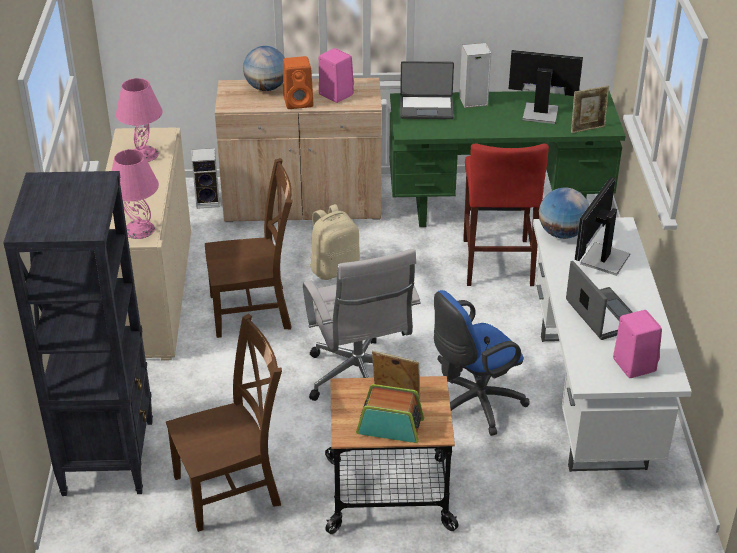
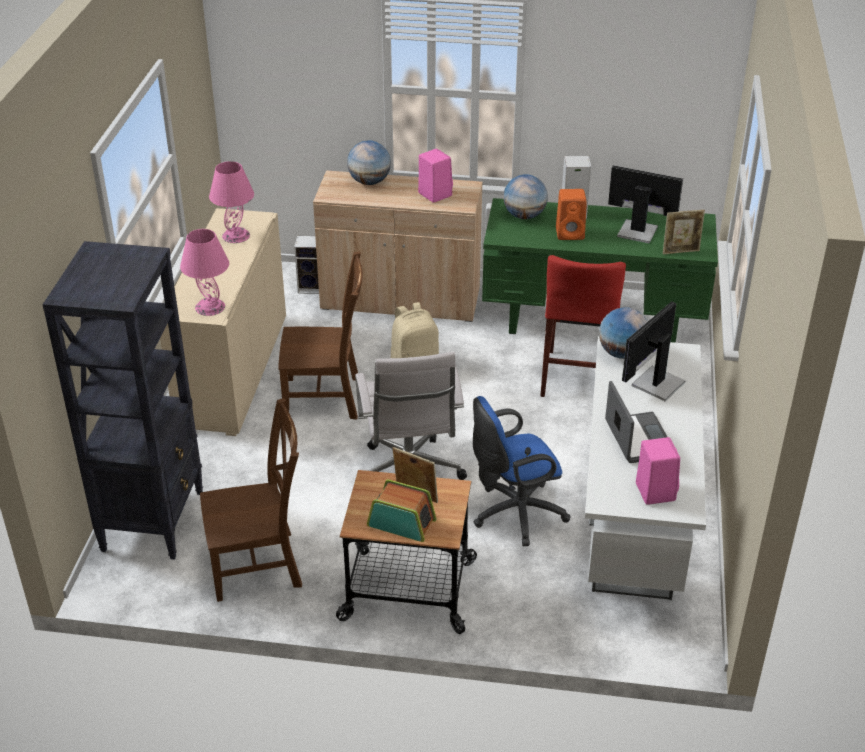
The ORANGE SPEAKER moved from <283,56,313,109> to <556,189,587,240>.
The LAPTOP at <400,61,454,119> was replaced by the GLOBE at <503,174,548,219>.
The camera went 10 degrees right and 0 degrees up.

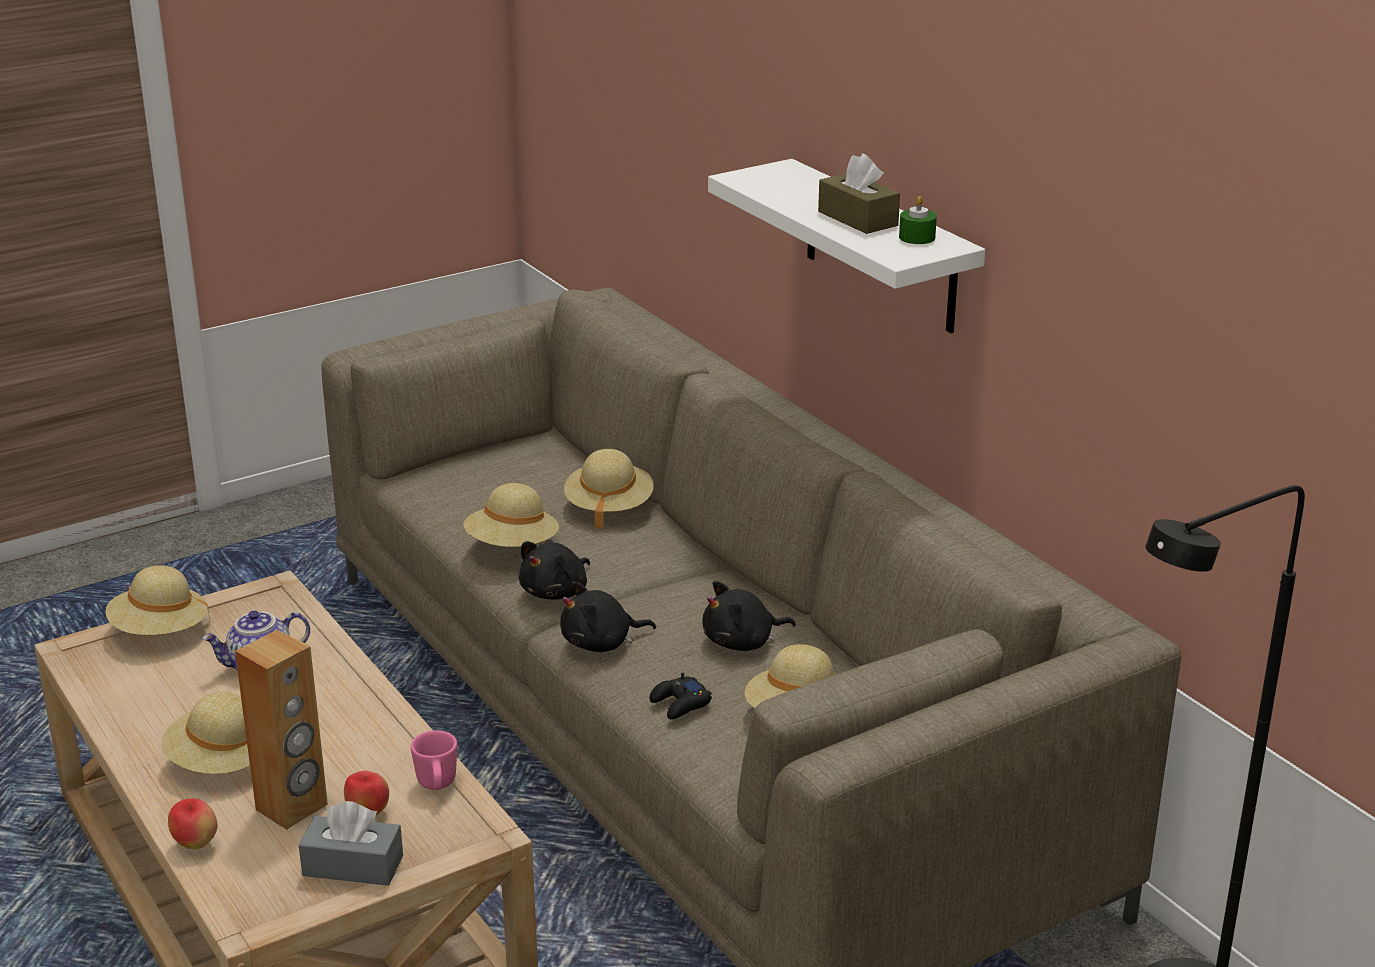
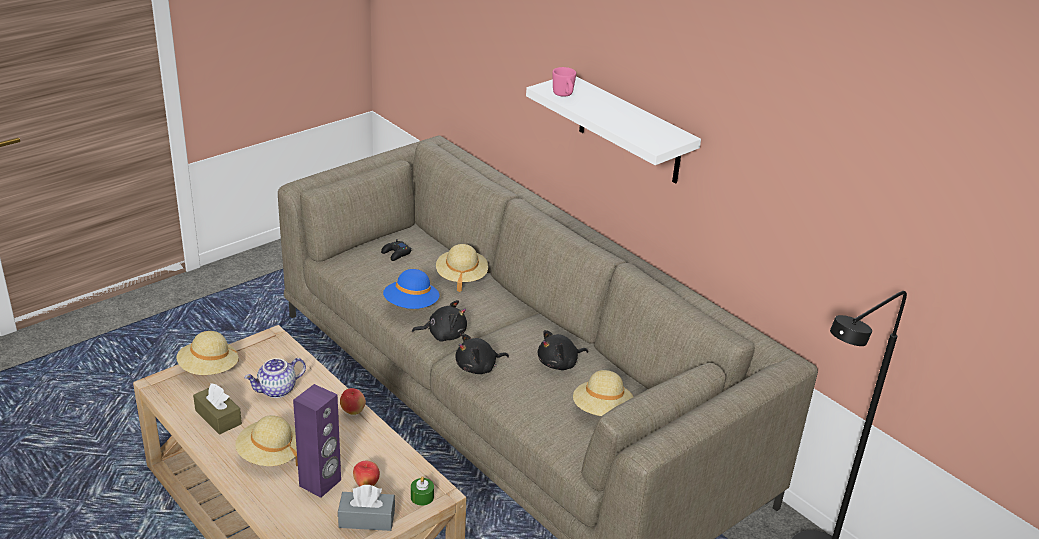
The APPLE moved from <168,798,217,849> to <340,388,366,415>.
The PINK MUG moved from <411,730,457,790> to <552,67,576,97>.
The BLACK GAME CONTROLLER moved from <650,673,712,720> to <381,239,412,261>.
The BROWN TISSUE BOX moved from <818,153,900,234> to <193,383,242,435>.
The GREEN CANDLE moved from <899,196,937,244> to <411,476,434,506>.
The BROWN SPEAKER at <235,630,328,830> became the PURPLE SPEAKER at <293,384,341,498>.
The BEIGE HAT at <464,483,559,547> became the BLUE HAT at <383,269,440,309>.
The BLACK PLUSH TOY at <519,541,590,600> turned 120 degrees counterclockwise.
The camera went 10 degrees left and 5 degrees up.

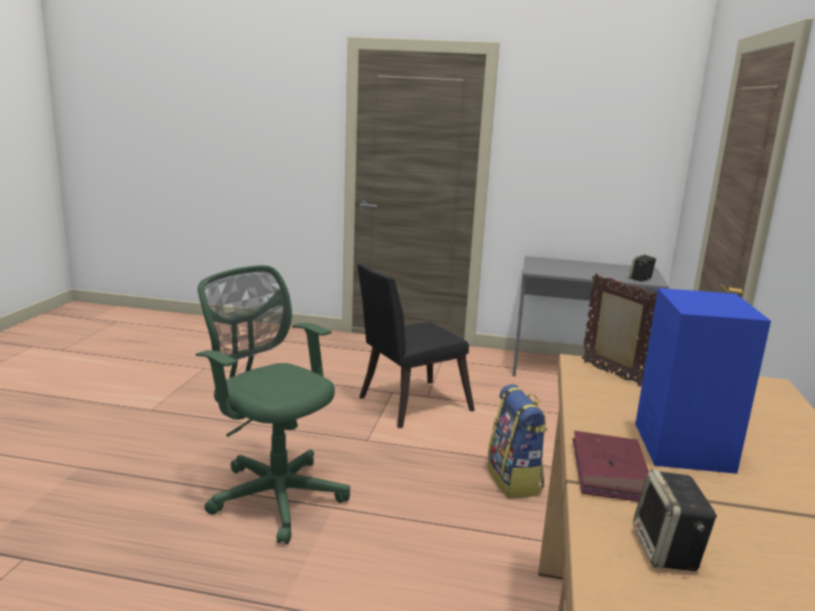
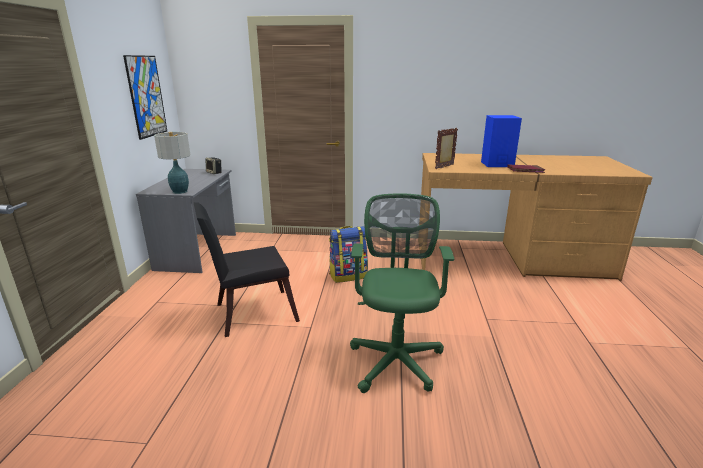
The SPEAKER at <633,469,717,571> disappeared.
The PICTURE at <123,55,167,140> appeared.
The TABLE LAMP at <154,132,190,194> appeared.
The GREEN OFFICE CHAIR at <196,265,350,544> turned 150 degrees clockwise.
The BLACK CHAIR at <357,264,475,428> turned 105 degrees clockwise.
The camera went 95 degrees left and 5 degrees up.

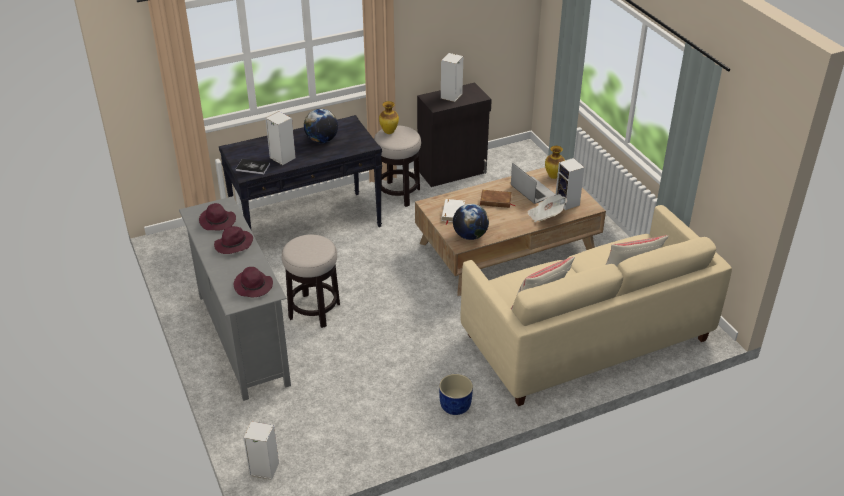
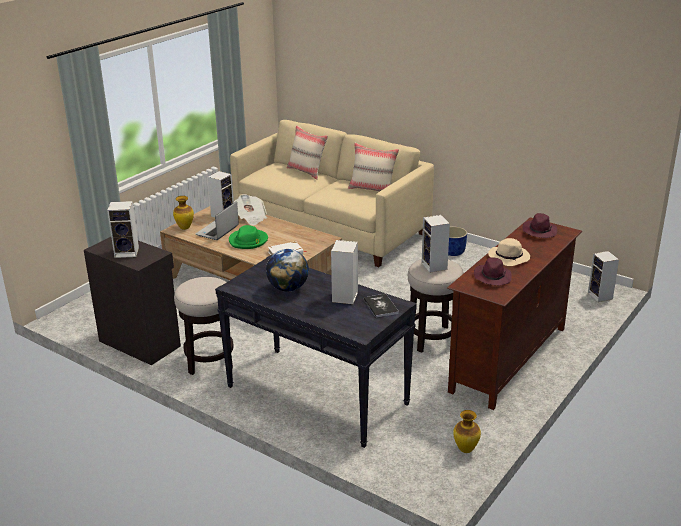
The GLOBE at <453,204,489,240> disappeared.
The SPEAKER at <422,215,450,273> appeared.
The VASE moved from <379,101,399,134> to <453,410,481,453>.
The BROWN BOOK at <480,190,516,208> was replaced by the GREEN HAT at <229,225,268,249>.
The GREY TV STAND at <179,196,291,401> became the BROWN TV STAND at <447,217,582,410>.
The PURPLE HAT at <214,226,253,254> became the BEIGE HAT at <488,238,530,266>.
The camera went 120 degrees left and 10 degrees down.

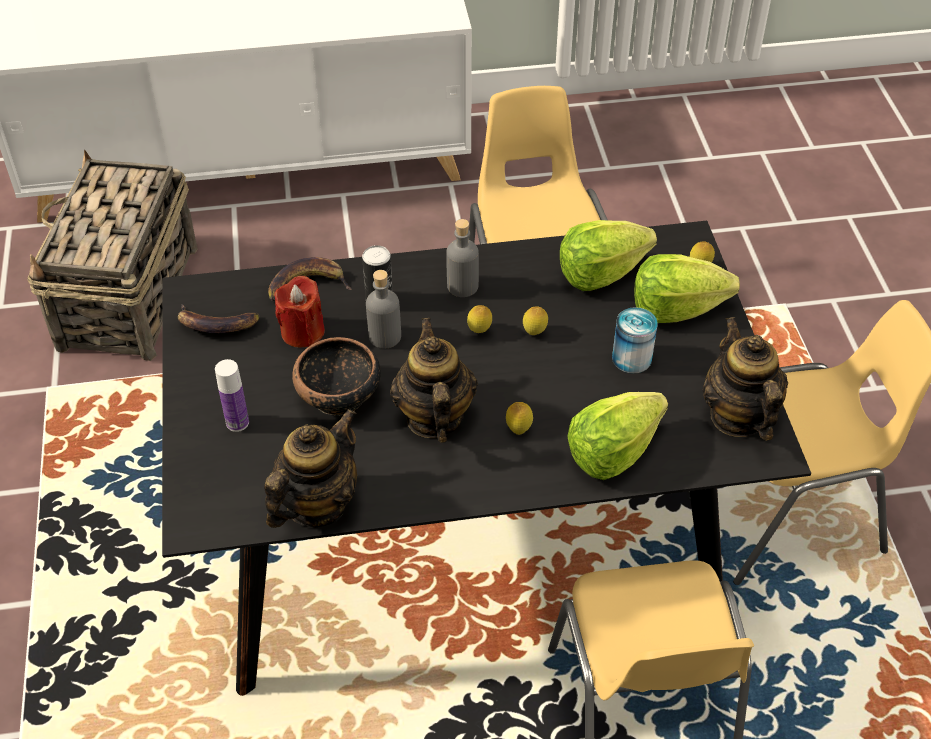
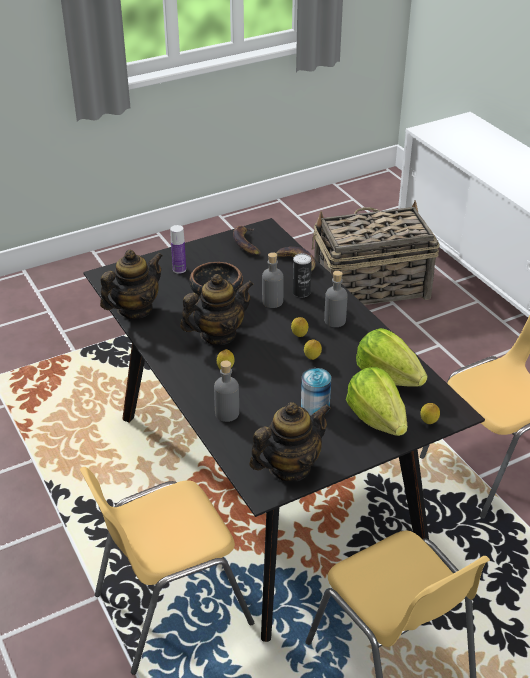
The RED CANDLE at <274,276,325,348> disappeared.
The LETTUCE at <567,392,668,480> was replaced by the GREY BOTTLE at <214,361,239,422>.
The TEAPOT at <264,409,357,528> turned 60 degrees counterclockwise.
The camera went 70 degrees right and 10 degrees down.

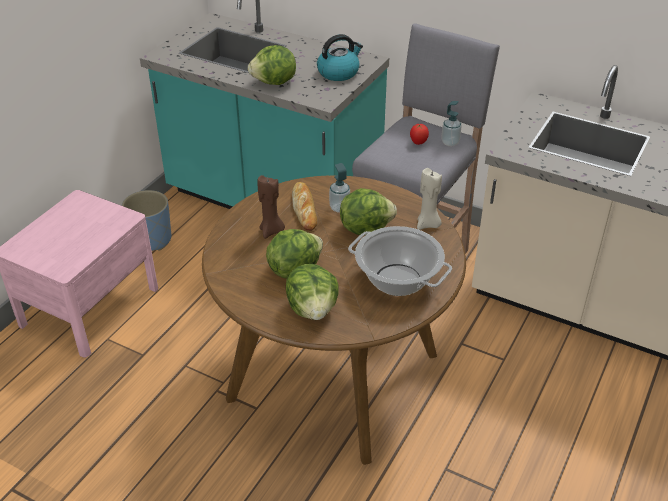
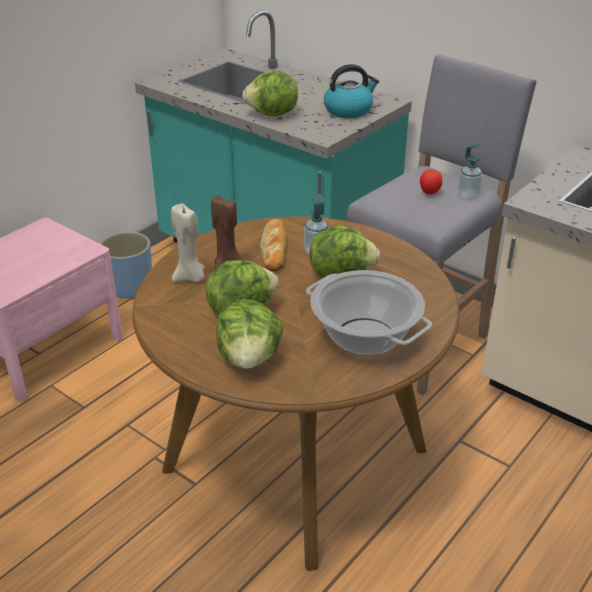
The BEIGE CANDLE moved from <417,168,442,230> to <171,204,205,282>.
The camera went 10 degrees right and 5 degrees down.

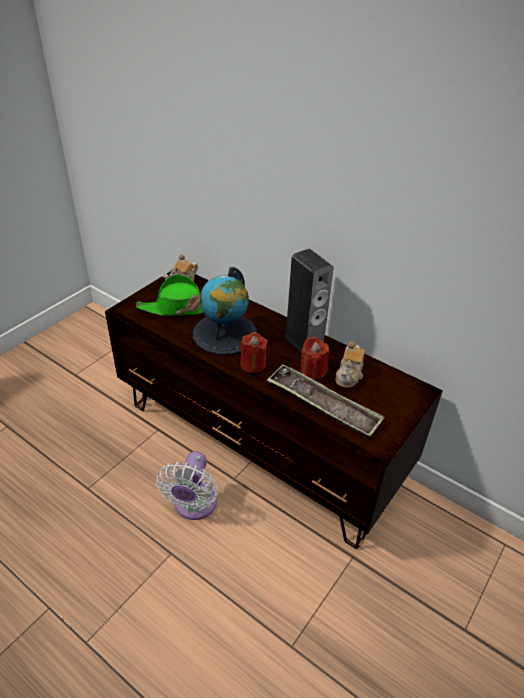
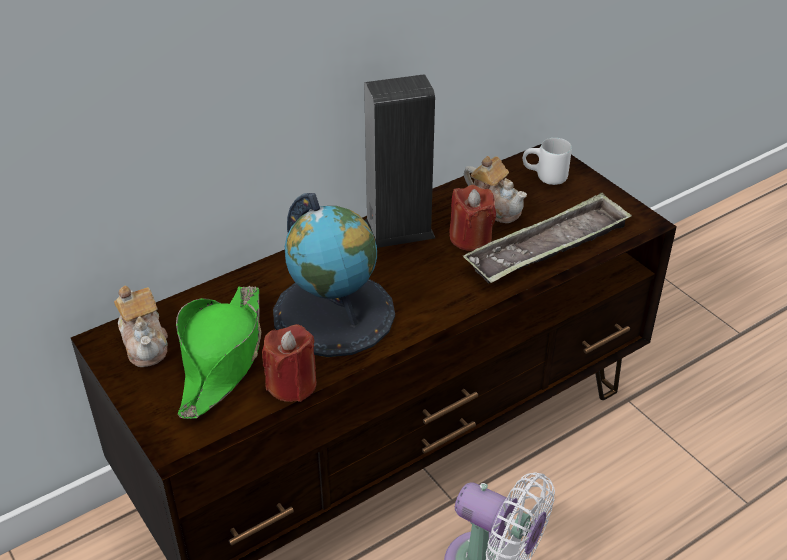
The WHITE MUG at <523,138,572,185> appeared.
The RED CANDLE moved from <240,332,268,373> to <262,324,317,402>.
The camera went 70 degrees left and 0 degrees up.

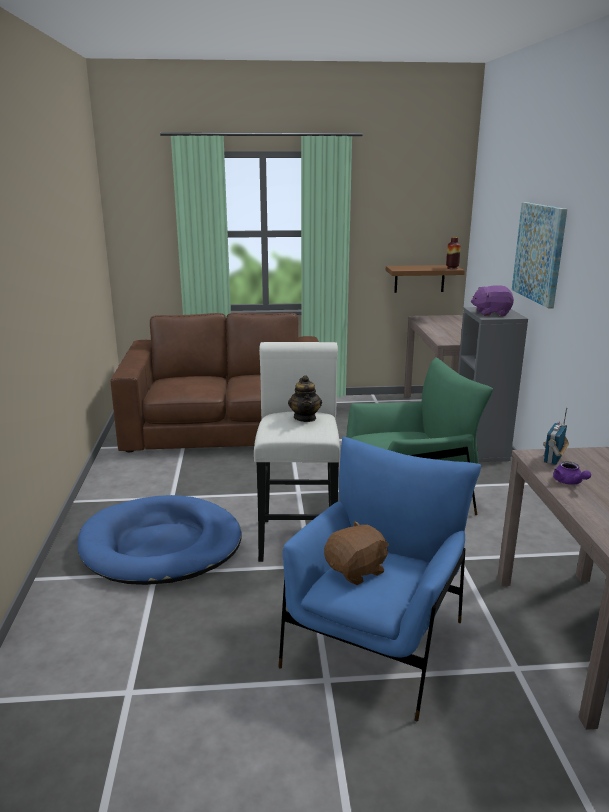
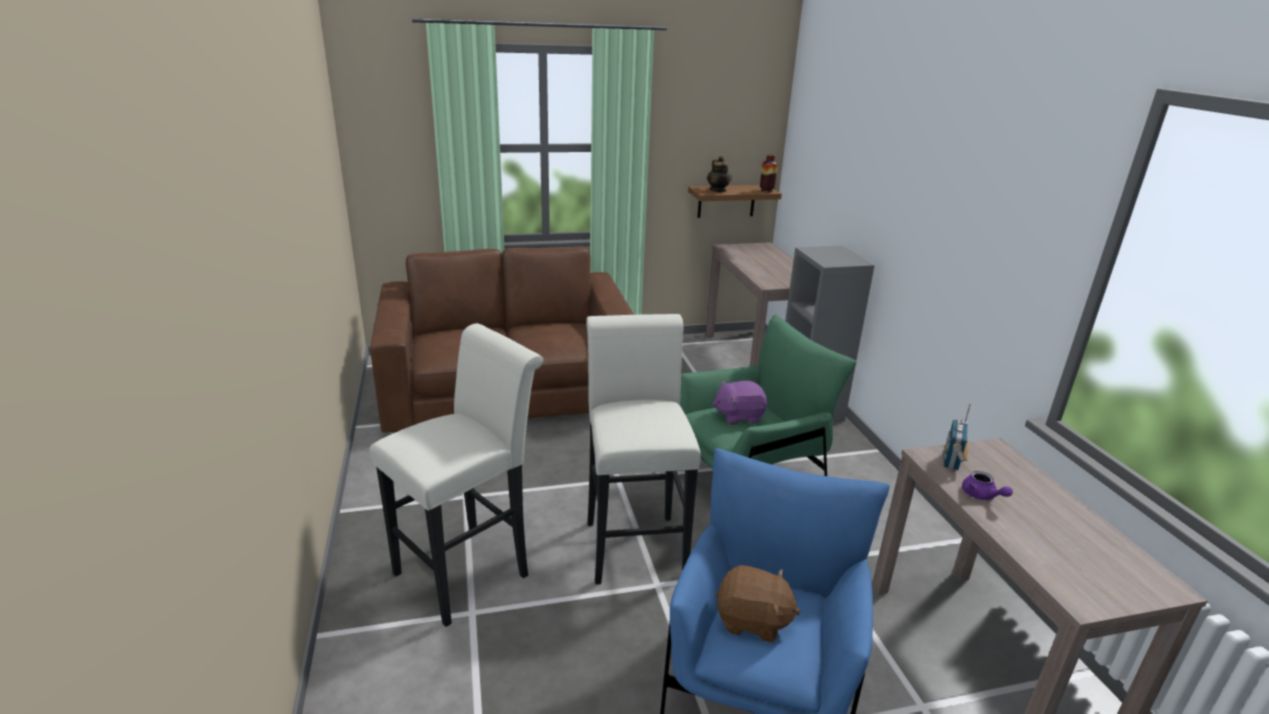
The PICTURE at <512,202,567,308> disappeared.
The TEAPOT moved from <288,375,322,422> to <707,156,732,192>.
The PURPLE PLUSH TOY moved from <471,285,514,316> to <712,380,767,425>.
The BLUE DOG BED at <77,495,241,585> was replaced by the WHITE STOOL at <369,323,543,627>.
The BROWN PLUSH TOY at <324,521,389,585> turned 60 degrees clockwise.
The camera went 10 degrees left and 5 degrees up.

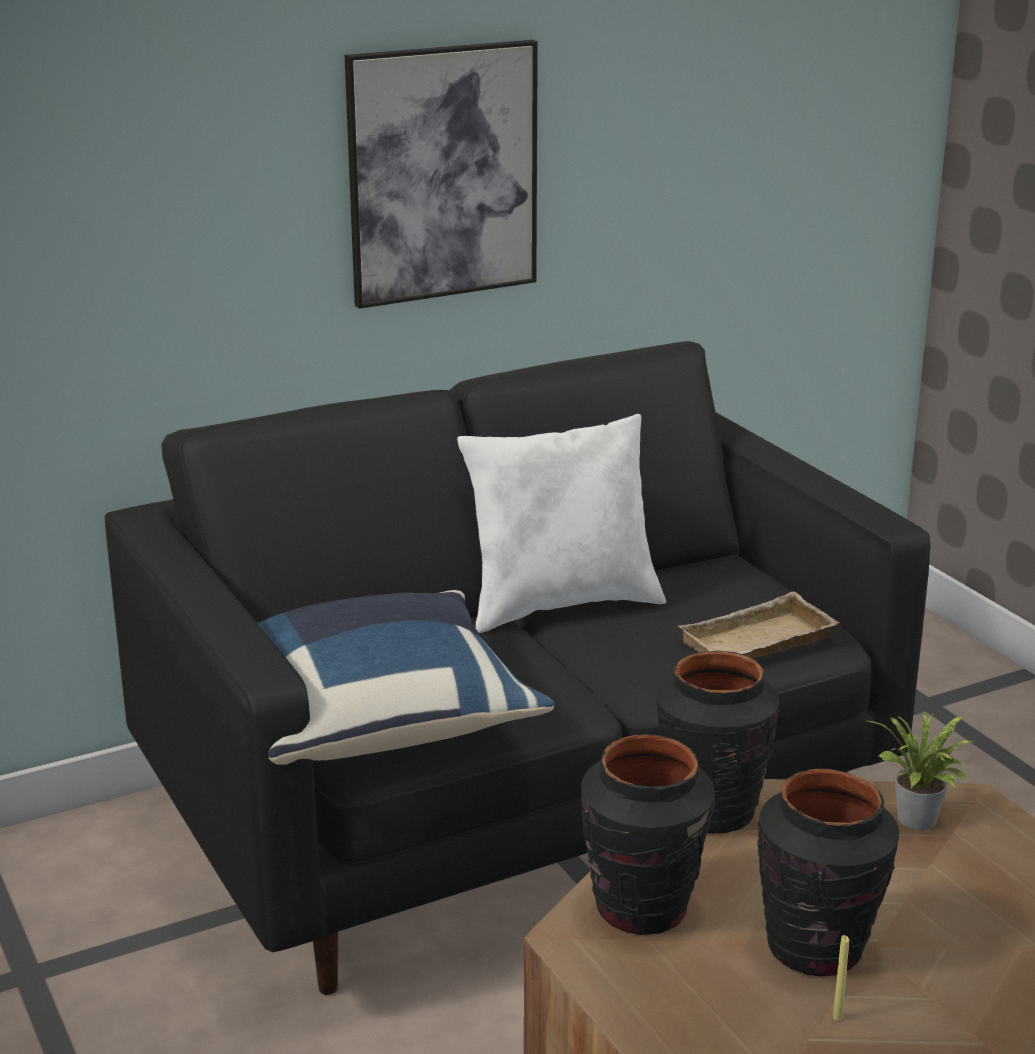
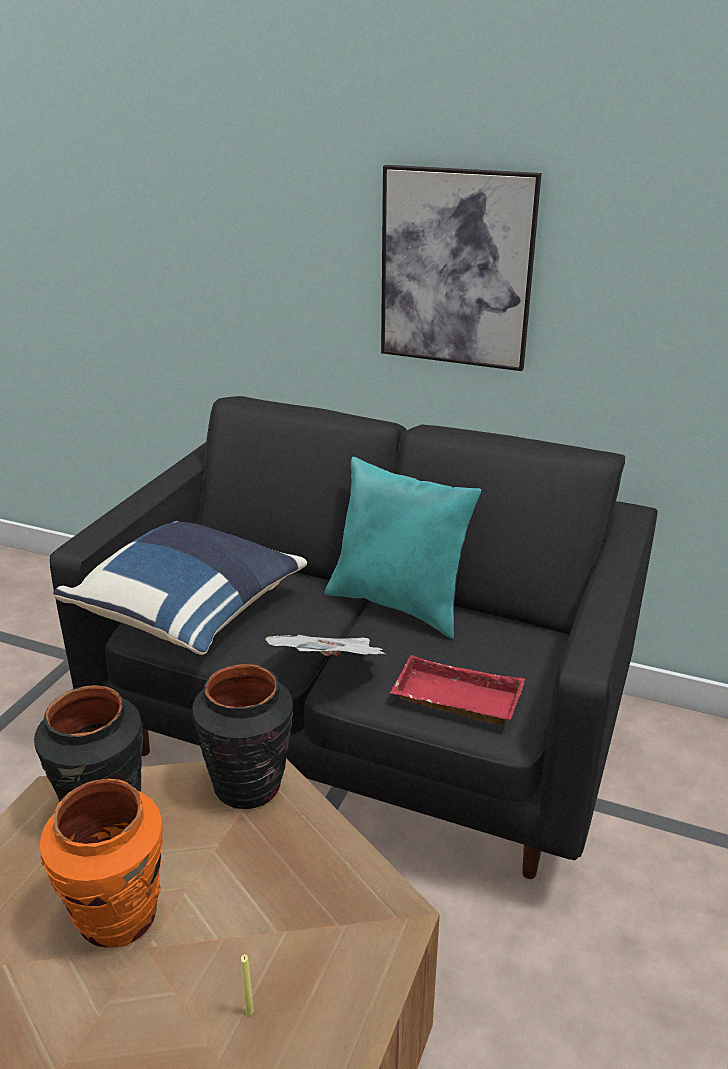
The POTTED PLANT at <868,711,974,830> disappeared.
The NEWSPAPER at <266,635,386,656> appeared.
The YELLOW CANDLE moved from <833,935,849,1021> to <241,954,254,1016>.
The WHITE PILLOW at <457,414,666,633> became the TURQUOISE PILLOW at <325,457,482,639>.
The BEIGE TRAY at <678,591,839,659> became the RED TRAY at <390,655,525,726>.
The BLACK VASE at <757,769,899,976> became the ORANGE VASE at <40,779,163,948>.
The camera went 50 degrees right and 5 degrees up.

